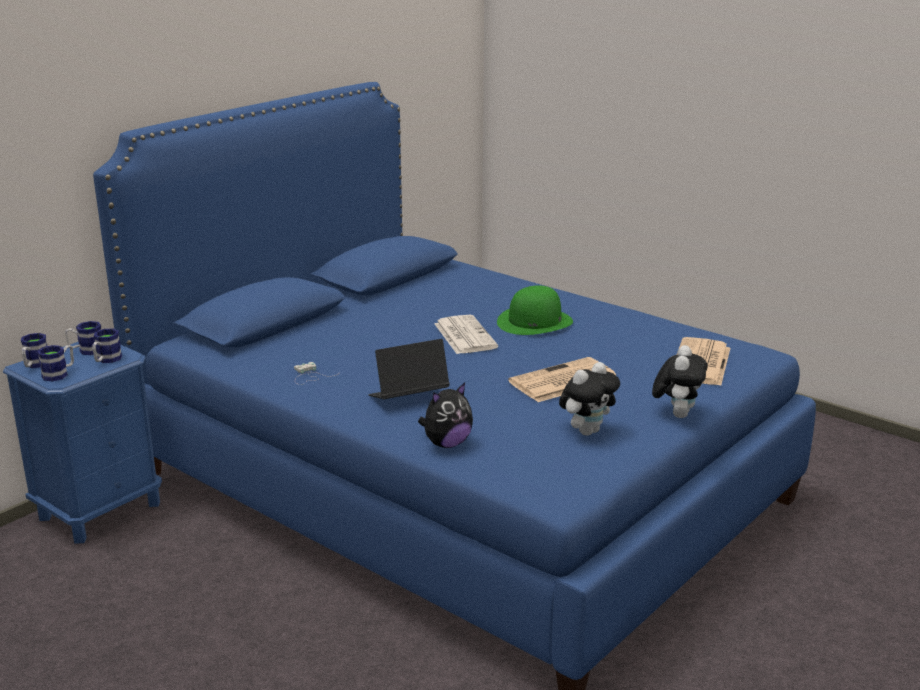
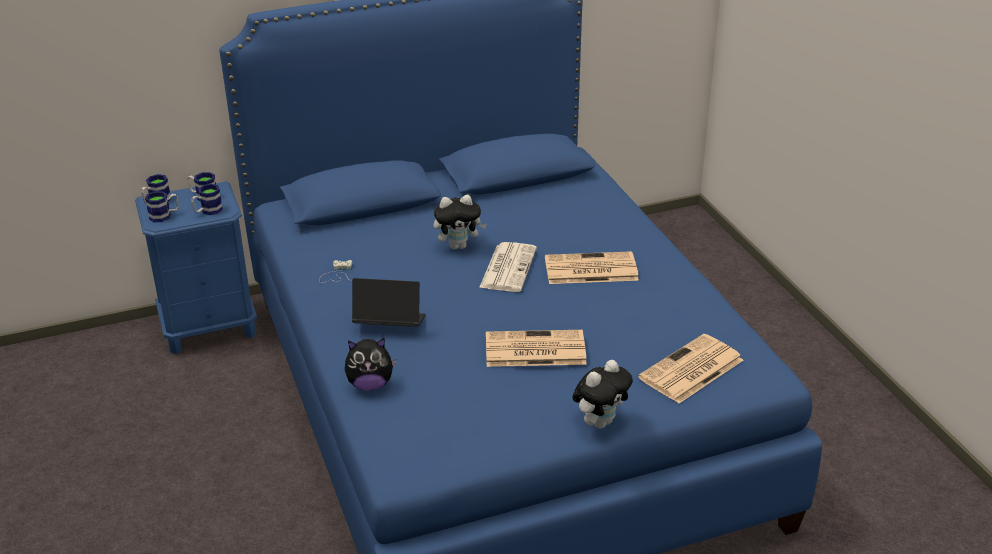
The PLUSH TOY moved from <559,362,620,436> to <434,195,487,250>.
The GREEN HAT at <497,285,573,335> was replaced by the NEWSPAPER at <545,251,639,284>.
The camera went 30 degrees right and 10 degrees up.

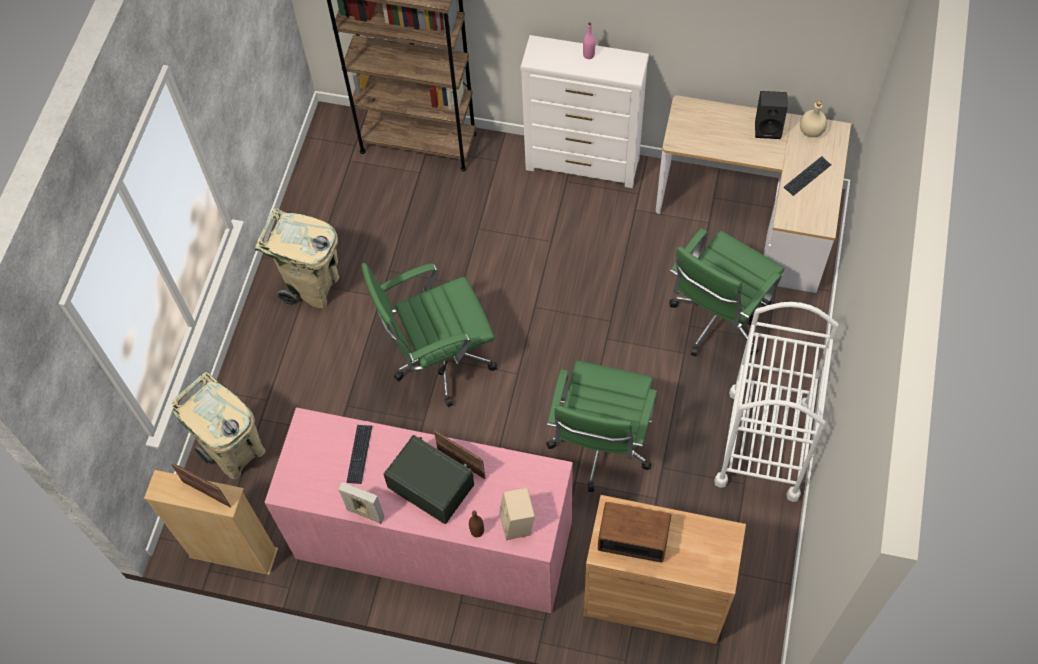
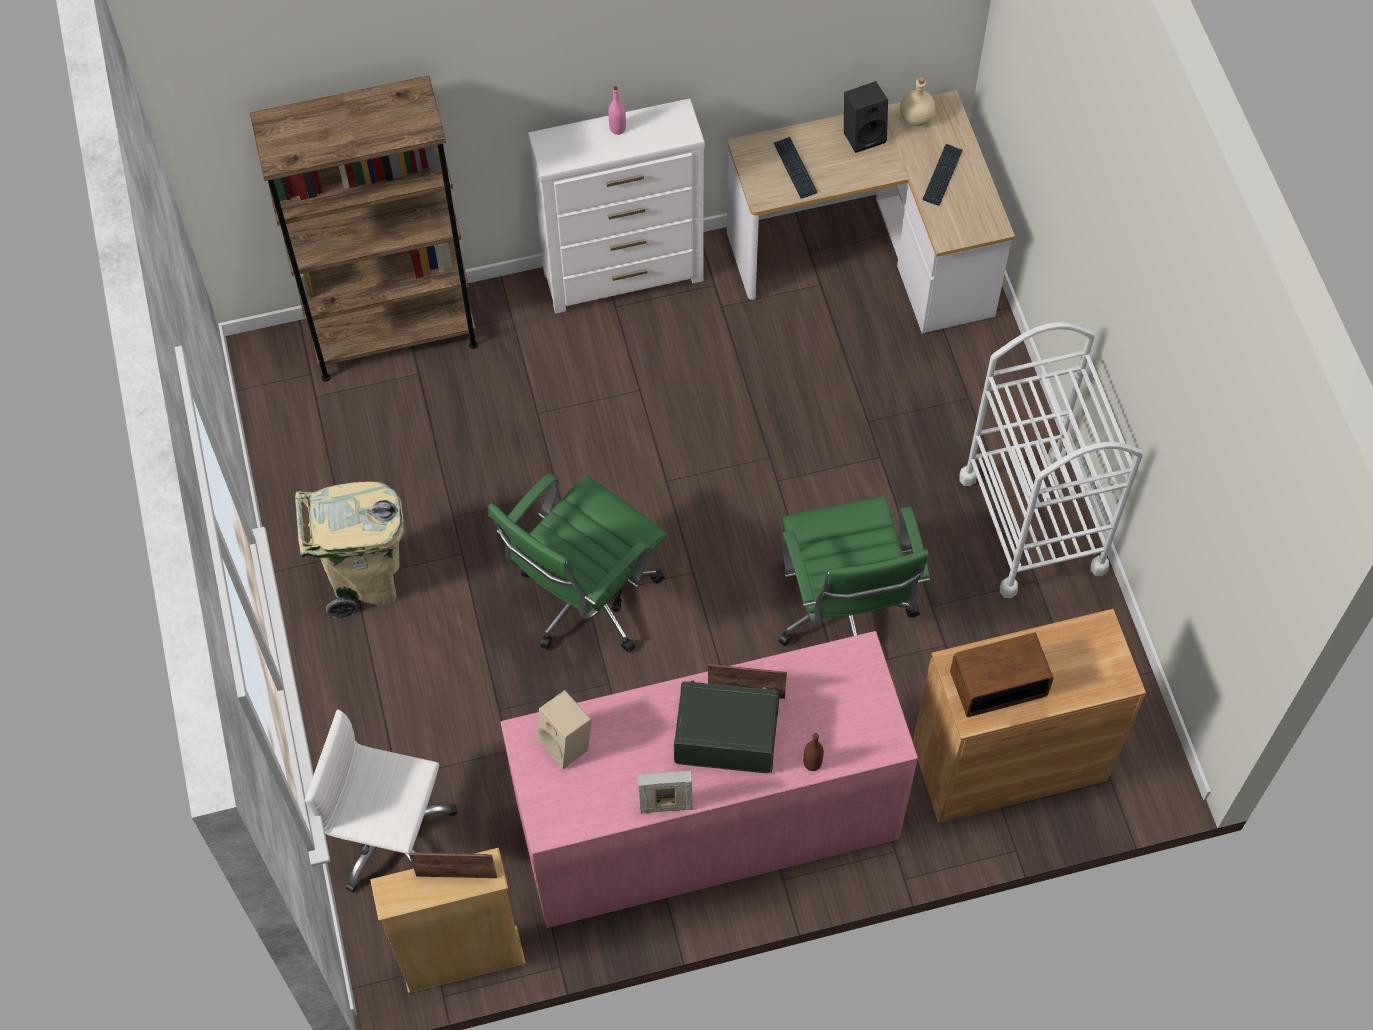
The GREEN OFFICE CHAIR at <669,228,784,356> disappeared.
The KEYBOARD moved from <347,425,373,484> to <774,137,817,199>.
The BEIGE SPEAKER moved from <499,487,535,541> to <537,690,592,769>.
The BEIGE TRASH CAN at <171,372,266,479> was replaced by the WHITE OFFICE CHAIR at <305,709,458,893>.
The camera went 30 degrees left and 0 degrees up.

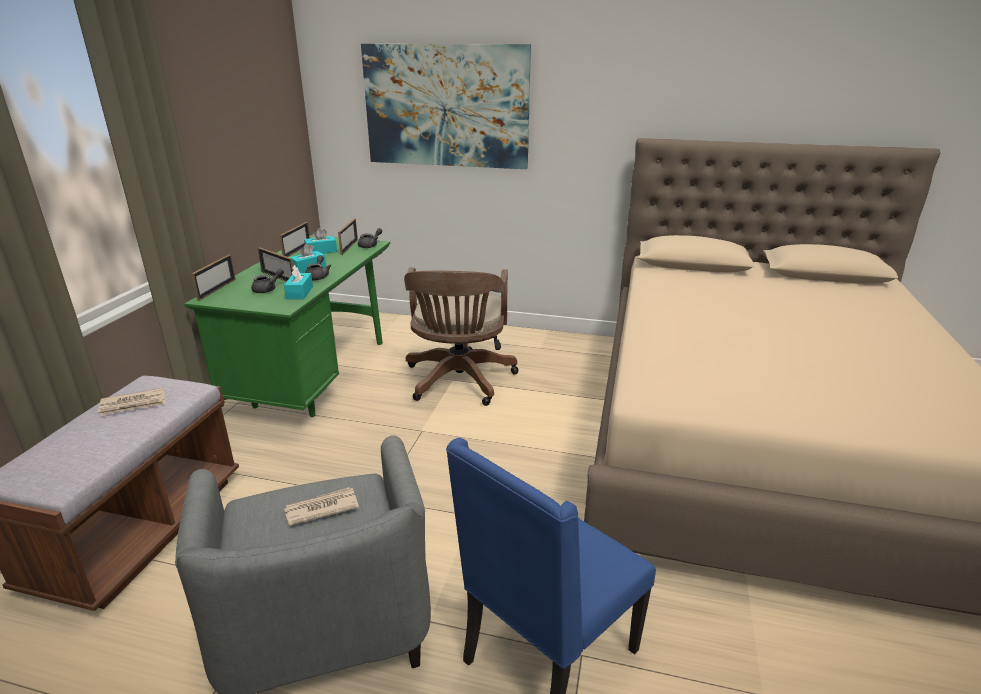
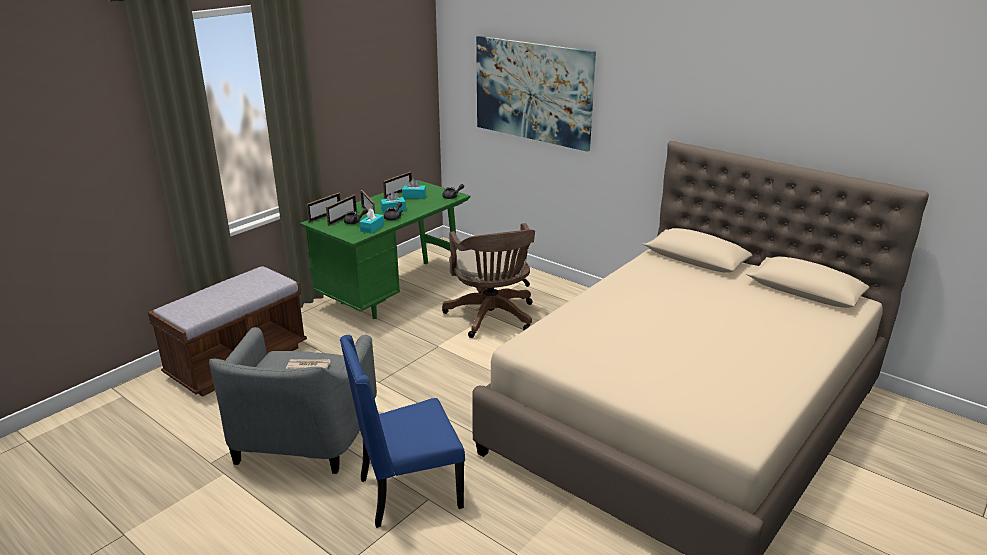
The NEWSPAPER at <98,388,165,416> disappeared.
The PICTURE FRAME moved from <338,219,358,255> to <326,194,357,226>.
The BROWN OFFICE CHAIR at <404,268,519,406> turned 45 degrees counterclockwise.
The camera went 25 degrees right and 0 degrees up.

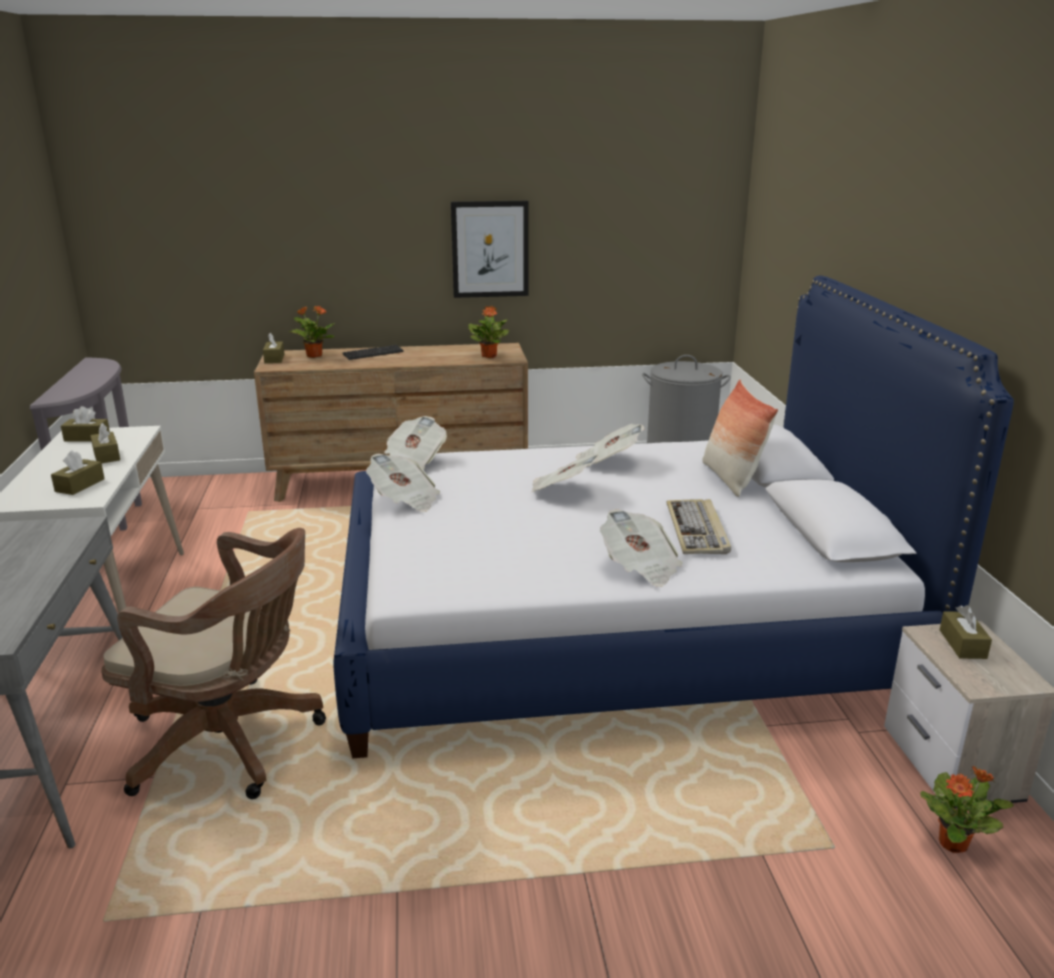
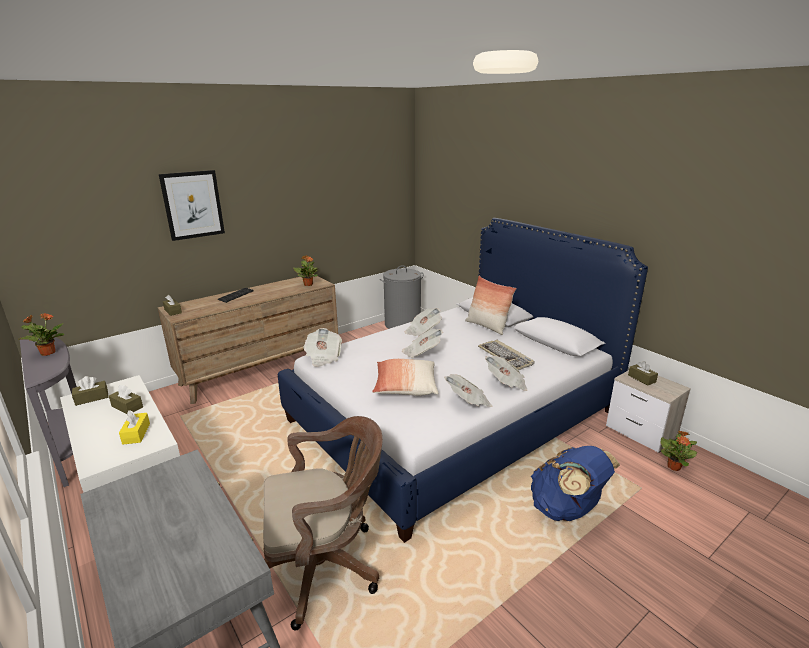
The PILLOW at <372,359,438,396> appeared.
The BLUE BACKPACK at <531,446,620,521> appeared.
The POTTED PLANT moved from <289,306,335,358> to <19,313,65,356>.
The NEWSPAPER moved from <366,454,440,512> to <444,374,492,407>.
The PICTURE moved from <451,201,528,298> to <159,170,225,241>.
The BROWN TISSUE BOX at <51,450,105,495> became the YELLOW TISSUE BOX at <119,411,150,445>.
The camera went 30 degrees left and 0 degrees up.

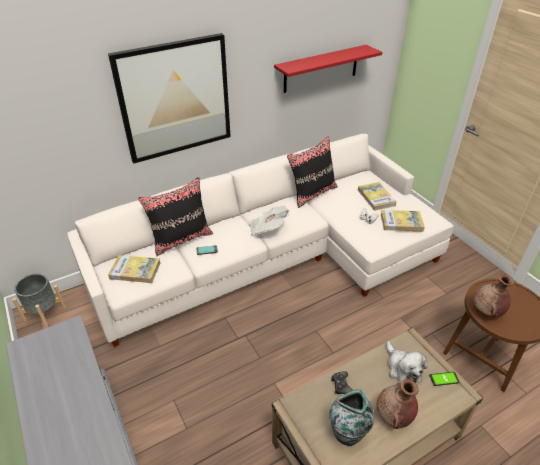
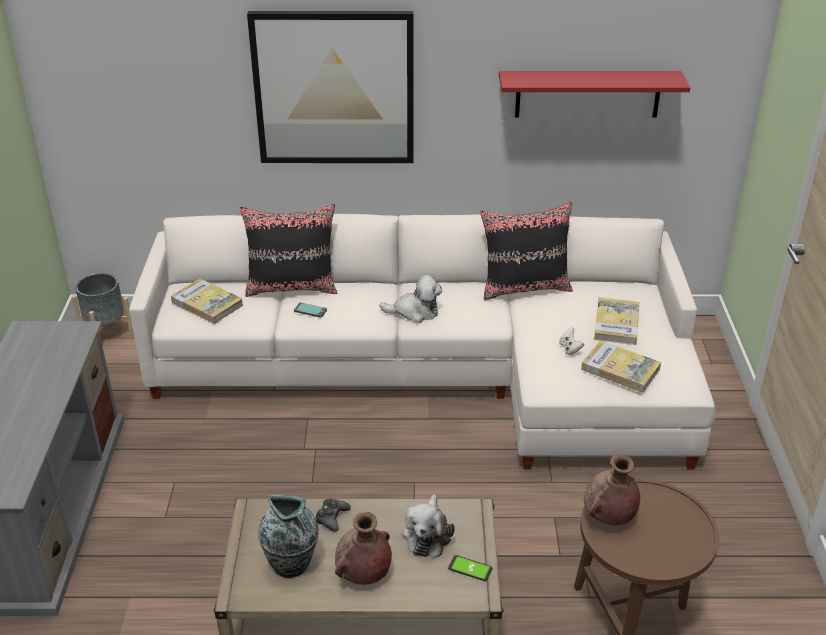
The NEWSPAPER at <249,206,290,235> was replaced by the PLUSH TOY at <380,274,442,323>.
The camera went 30 degrees right and 5 degrees down.

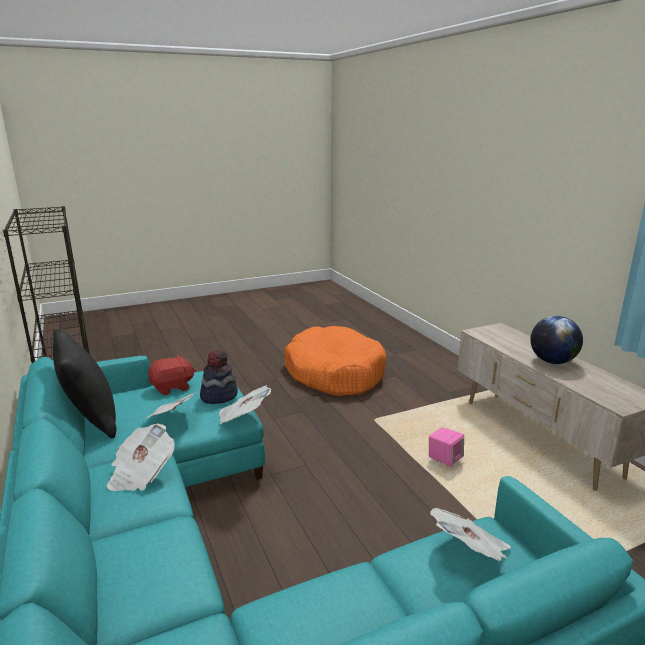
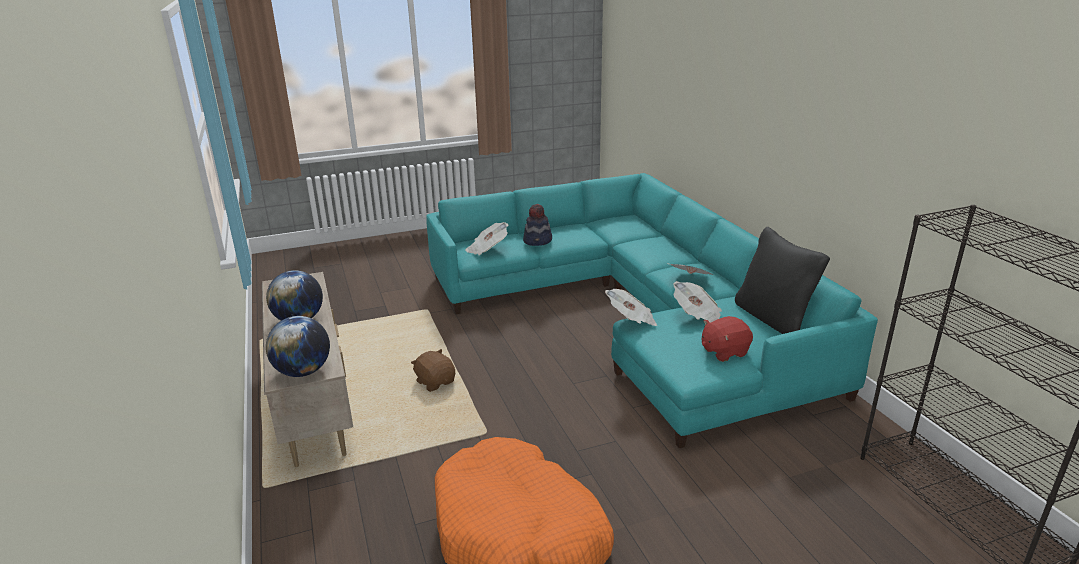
The GLOBE at <266,316,330,377> appeared.
The HAT moved from <200,350,238,404> to <523,204,552,246>.
The PINK SPEAKER at <429,427,464,466> was replaced by the BROWN PLUSH TOY at <411,349,455,392>.
The camera went 175 degrees left and 5 degrees up.

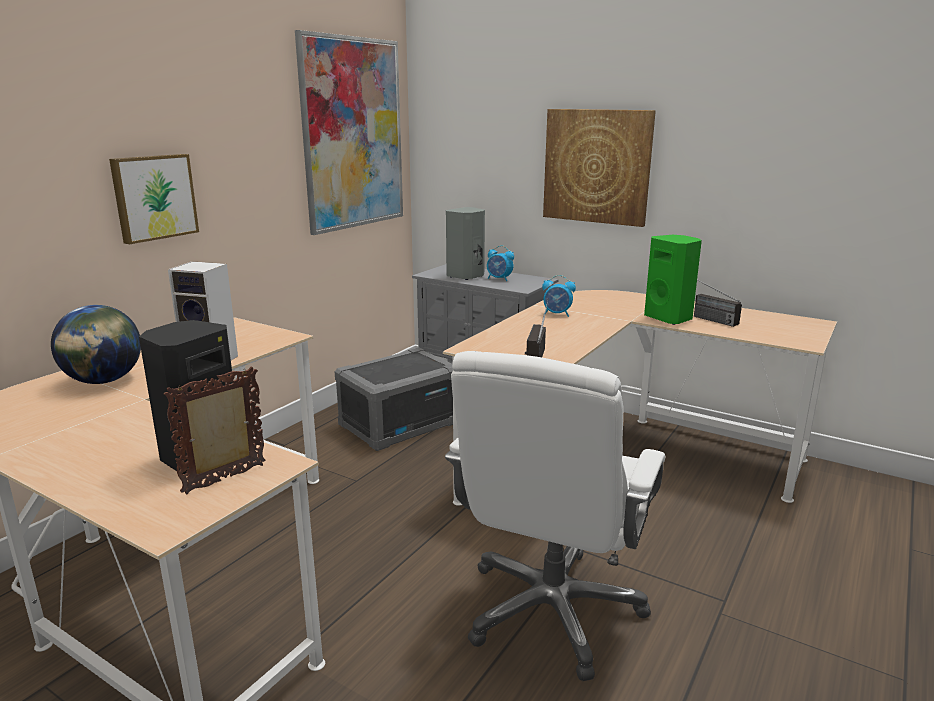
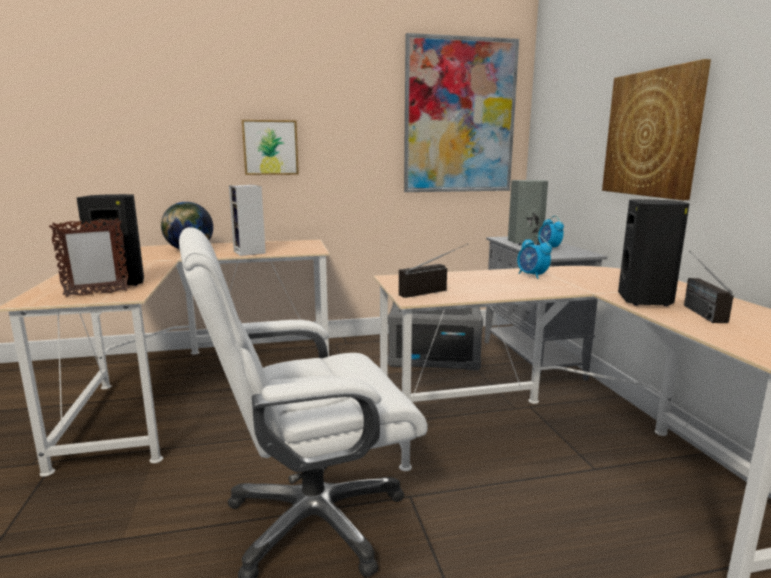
The GREEN SPEAKER at <644,235,702,325> became the BLACK SPEAKER at <618,199,690,306>.
The PICTURE FRAME at <164,366,265,494> turned 150 degrees clockwise.
The camera went 45 degrees right and 5 degrees down.

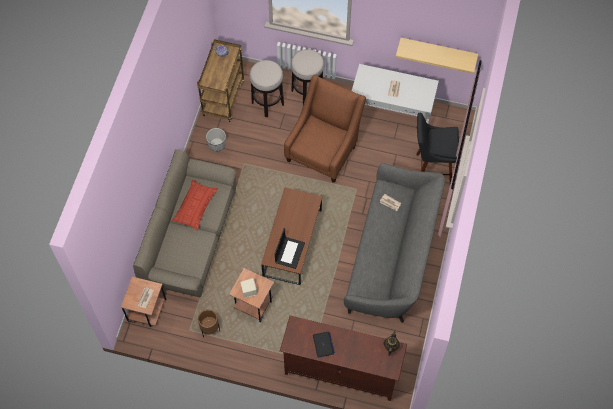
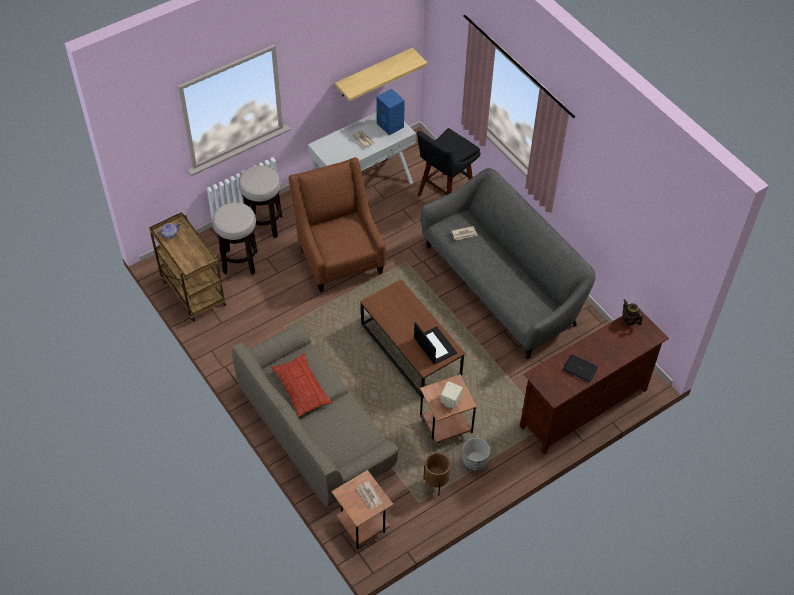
The BLUE SPEAKER at <377,89,405,135> appeared.
The PLANTER moved from <206,128,226,151> to <463,438,490,471>.
The camera went 50 degrees left and 10 degrees down.

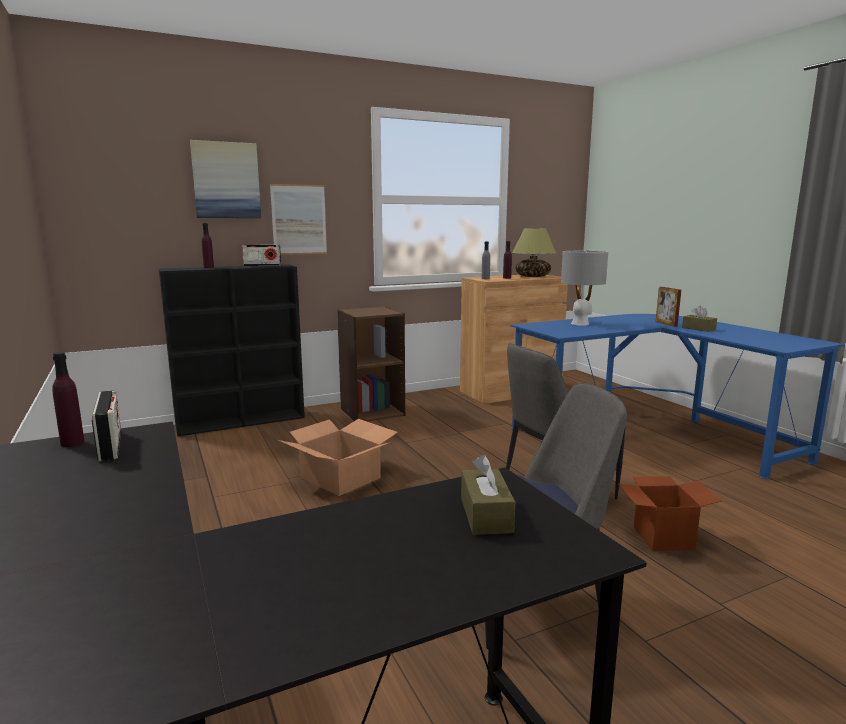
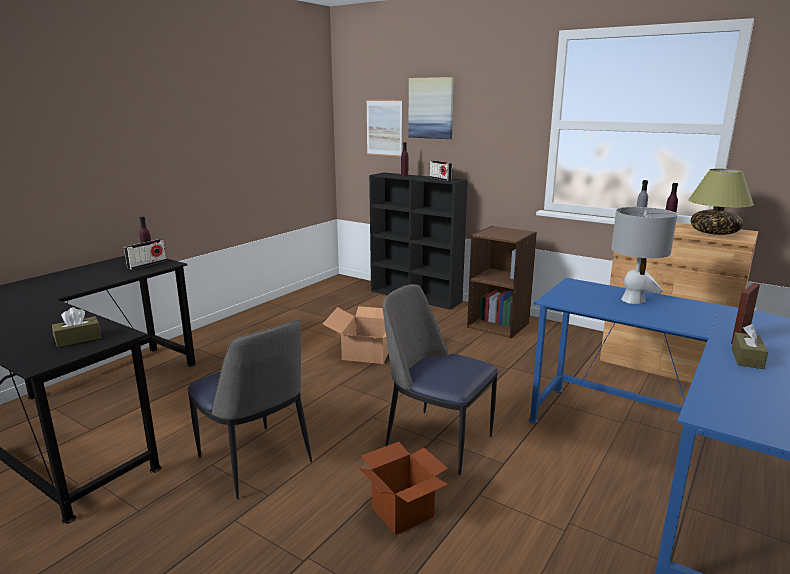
The PICTURE moved from <270,184,327,255> to <366,100,402,157>.
The camera went 60 degrees right and 5 degrees up.

